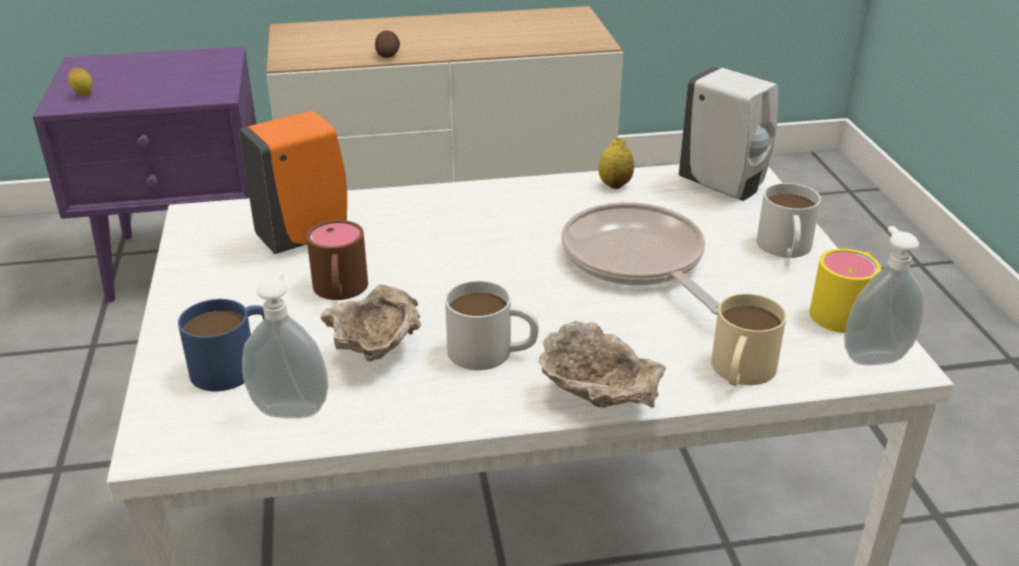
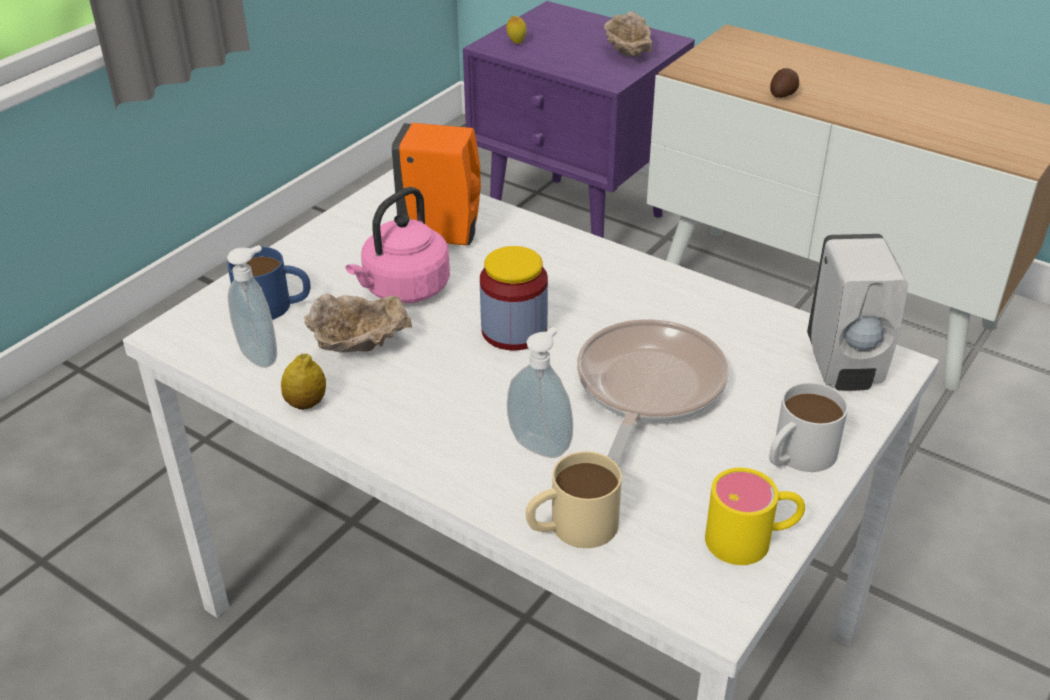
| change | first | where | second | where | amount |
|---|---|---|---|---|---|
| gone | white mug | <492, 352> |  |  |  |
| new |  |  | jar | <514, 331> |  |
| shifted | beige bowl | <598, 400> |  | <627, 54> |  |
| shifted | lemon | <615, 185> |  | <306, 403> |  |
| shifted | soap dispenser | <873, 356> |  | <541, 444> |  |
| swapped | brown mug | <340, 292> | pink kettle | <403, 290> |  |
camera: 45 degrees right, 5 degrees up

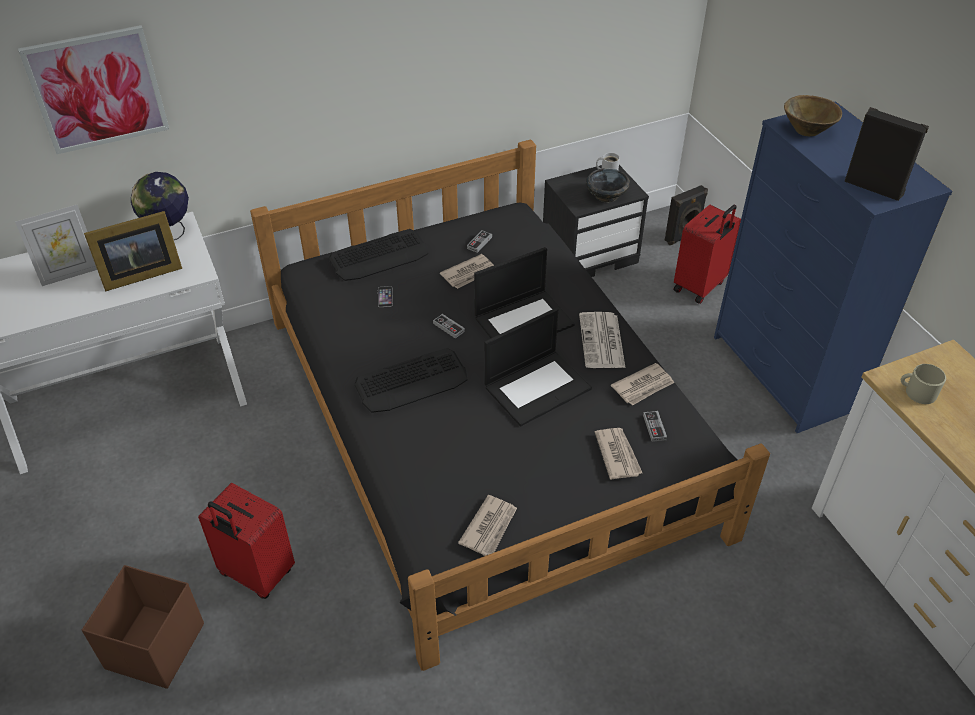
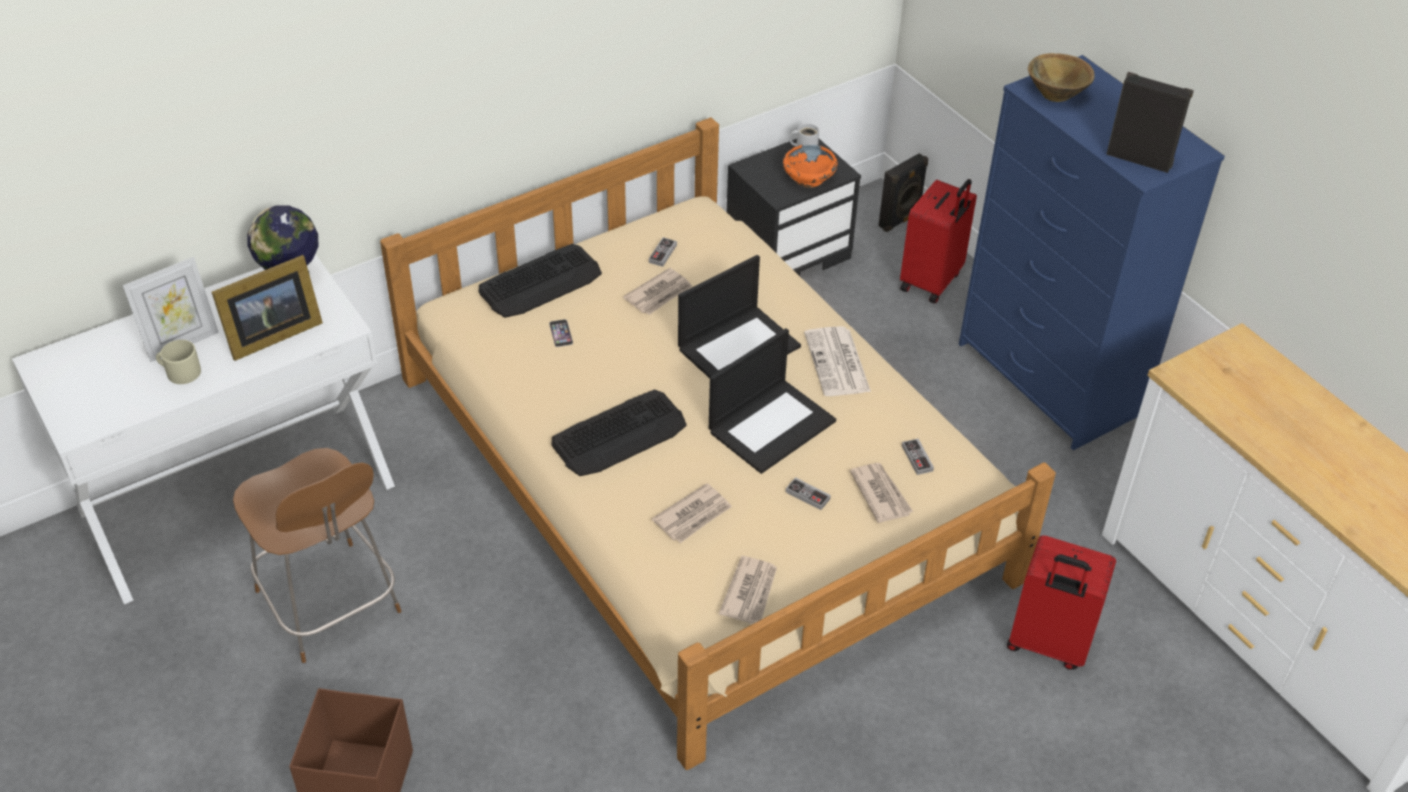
| change | first | where | second | where | amount |
|---|---|---|---|---|---|
| gone | picture | <97, 89> |  |  |  |
| new |  |  | brown chair | <330, 605> |  |
| shifted | red suitcase | <256, 574> |  | <1047, 644> |  |
| shifted | game controller | <448, 327> |  | <807, 495> |  |
| shifted | newspaper | <643, 386> |  | <693, 516> |  |
| shifted | beige mug | <916, 392> |  | <179, 372> |  |
| repainted | black bed | <486, 421> | beige bed | <701, 476> |  |
| repainted | black bowl | <606, 195> | orange bowl | <808, 179> |  |
camera: 10 degrees left, 0 degrees up

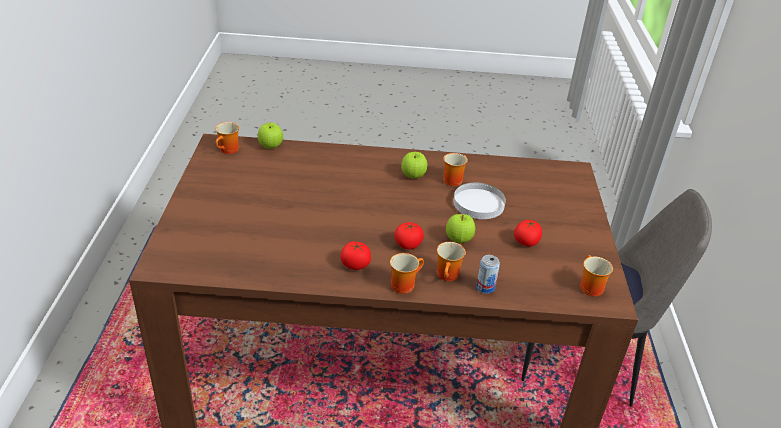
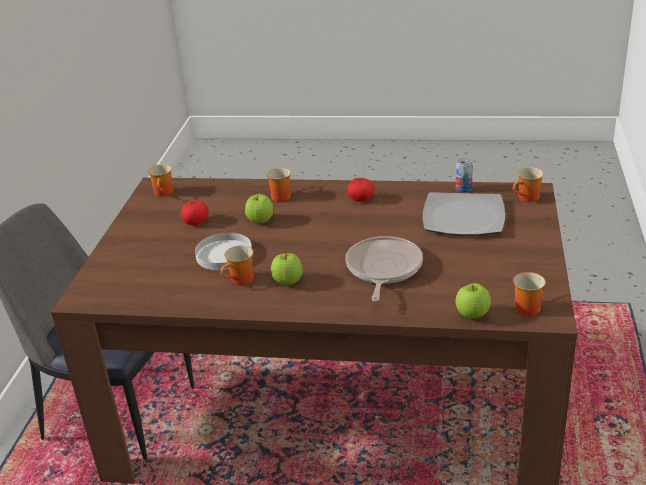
| change | first | where | second | where | amount |
|---|---|---|---|---|---|
| gone | tomato | <408, 244> |  |  |  |
| new |  |  | frying pan | <383, 269> |  |
| new |  |  | plate | <462, 218> |  |
| shifted | mug | <403, 283> |  | <527, 198> |  |
| shifted | can | <485, 287> |  | <463, 189> |  |
camera: 170 degrees left, 5 degrees down

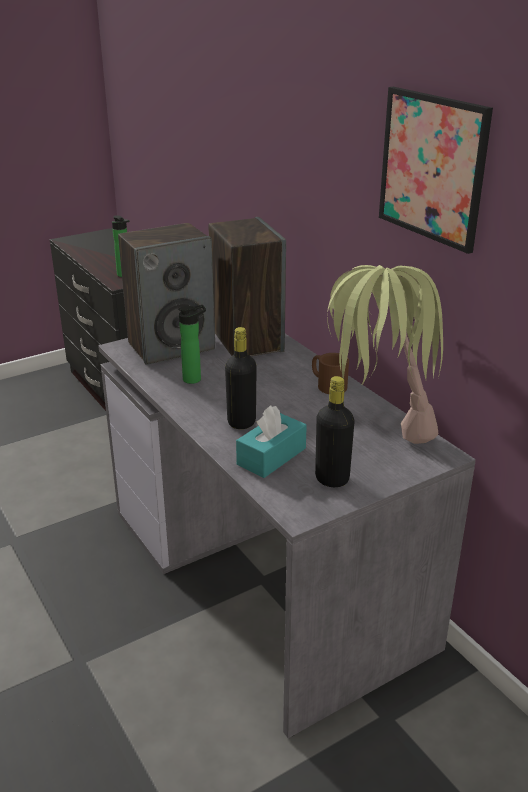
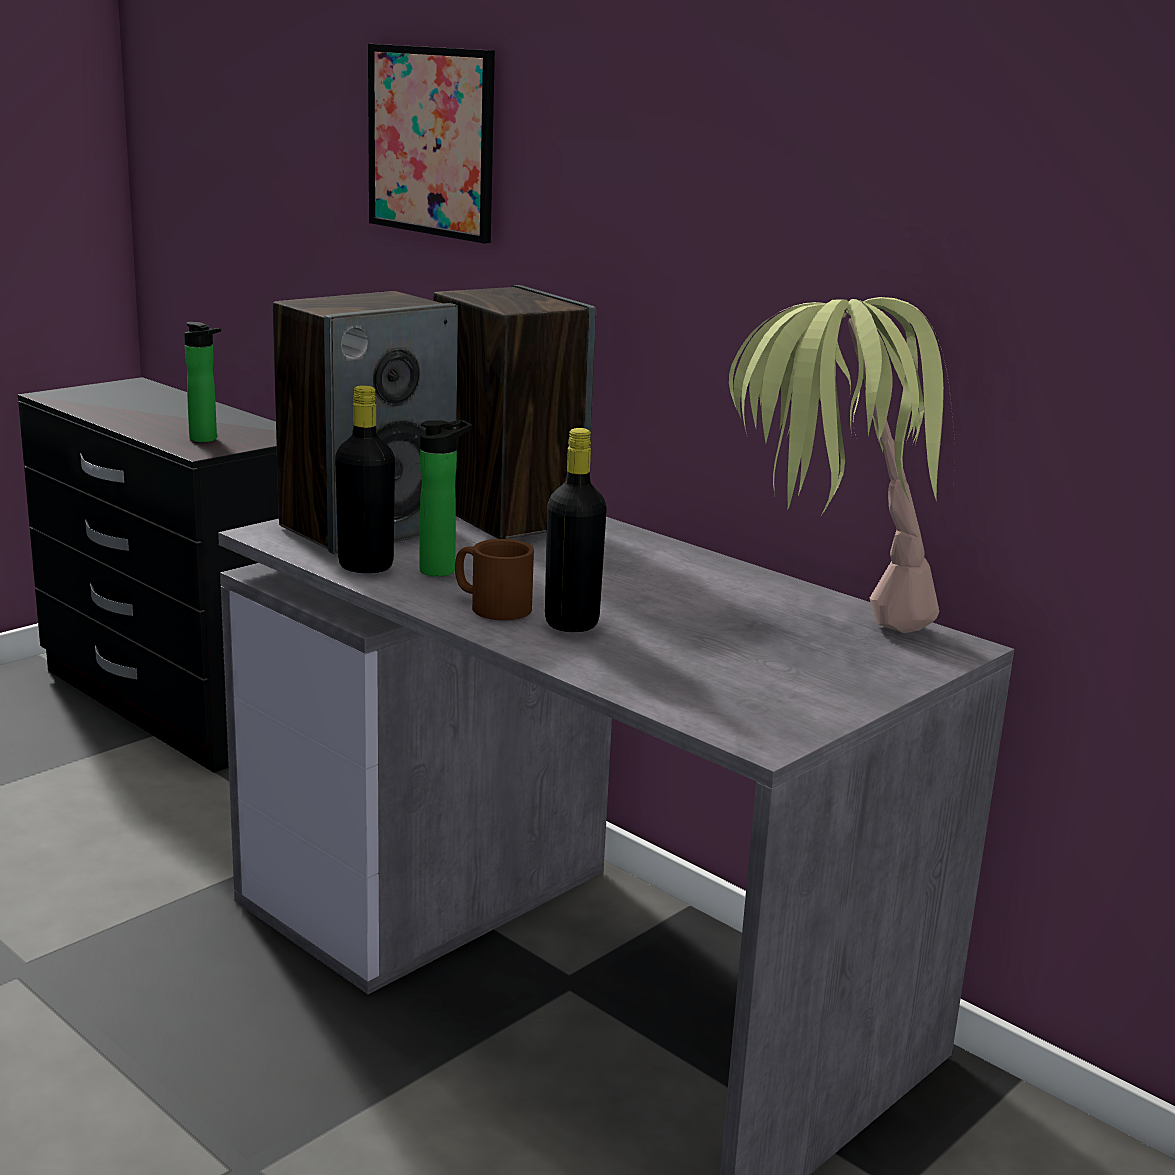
| change | first | where | second | where | amount |
|---|---|---|---|---|---|
| gone | turquoise tissue box | <271, 456> |  |  |  |
| shifted | brown mug | <327, 384> |  | <490, 606> |  |
| shifted | black bottle | <332, 479> |  | <365, 566> |  |
| shifted | picture | <432, 167> |  | <431, 141> |  |
camera: 15 degrees left, 10 degrees down

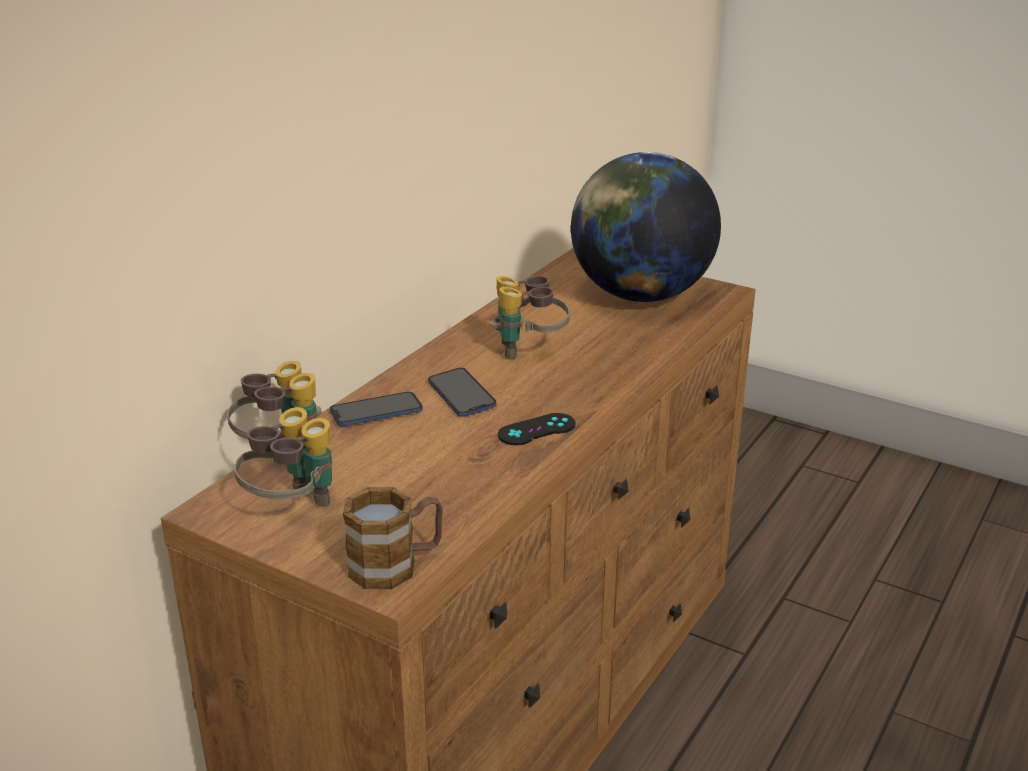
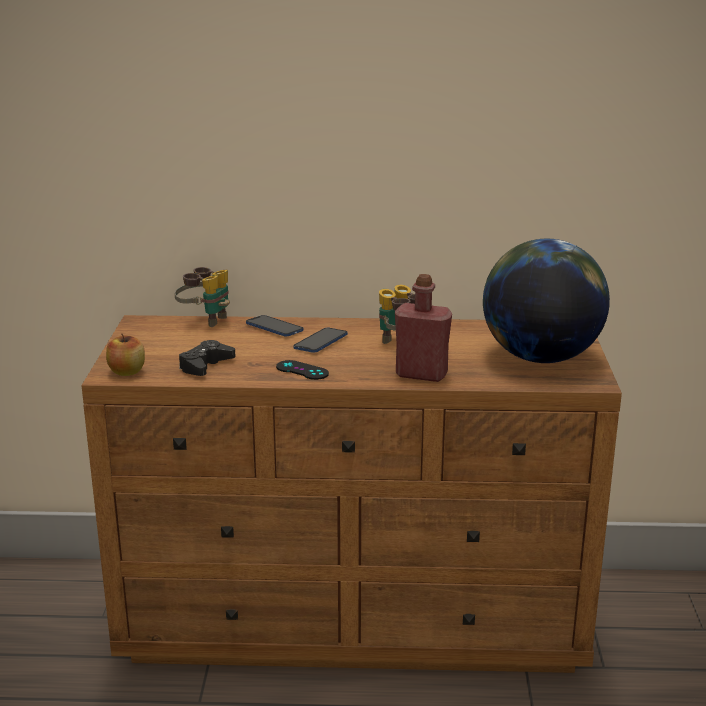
| change | first | where | second | where | amount |
|---|---|---|---|---|---|
| gone | binoculars | <292, 508> |  |  |  |
| new |  |  | black game controller | <205, 365> |  |
| new |  |  | red bottle | <421, 374> |  |
| swapped | mug | <396, 565> | apple | <127, 372> |  |
camera: 60 degrees right, 5 degrees down

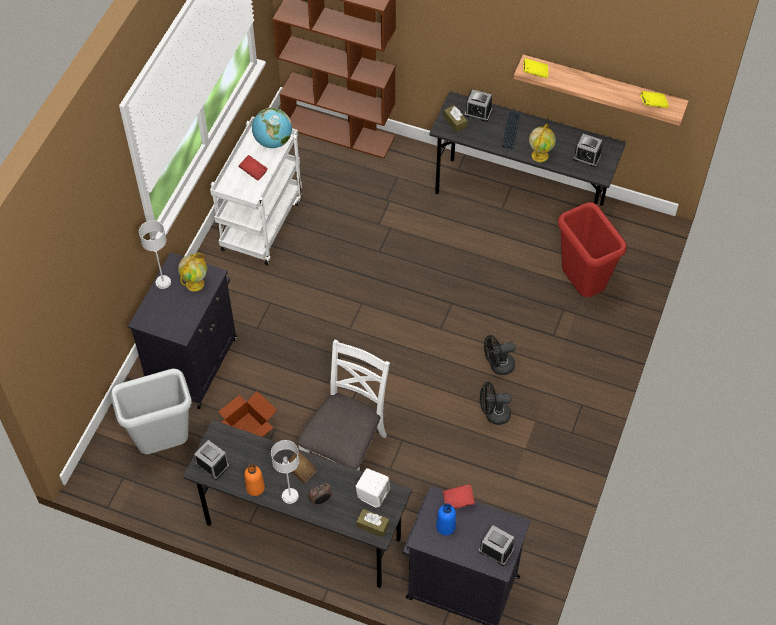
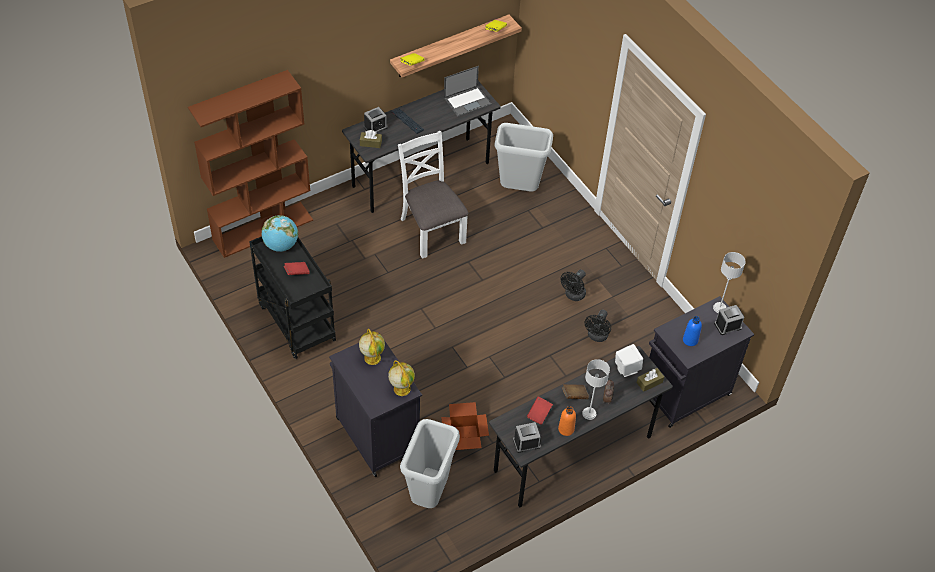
| change | first | where | second | where | amount |
|---|---|---|---|---|---|
| shifted | grey table lamp | <163, 282> |  | <719, 308> |  |
| shifted | white chair | <346, 451> |  | <431, 230> |  |
| shifted | red book | <458, 501> |  | <539, 414> |  |
| shifted | black fan | <498, 366> |  | <597, 337> |  |
| shifted | globe | <540, 155> |  | <401, 388> |  |
| swapped | alarm clock | <587, 157> | laptop | <468, 101> |  |
| repainted | white cart | <261, 223> | black cart | <295, 321> |  |
| repainted | red trash can | <582, 286> | grey trash can | <519, 189> |  |
camera: 55 degrees left, 5 degrees down

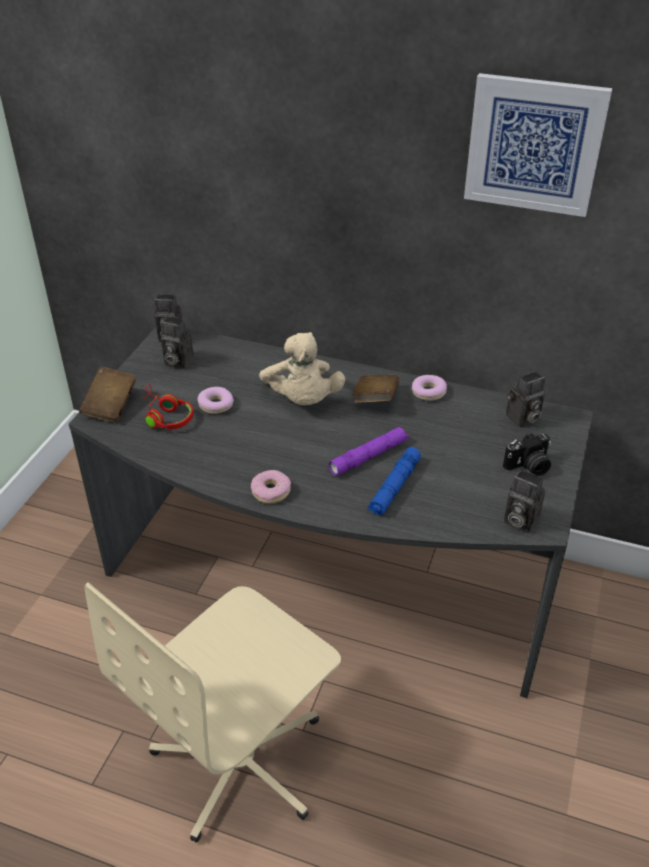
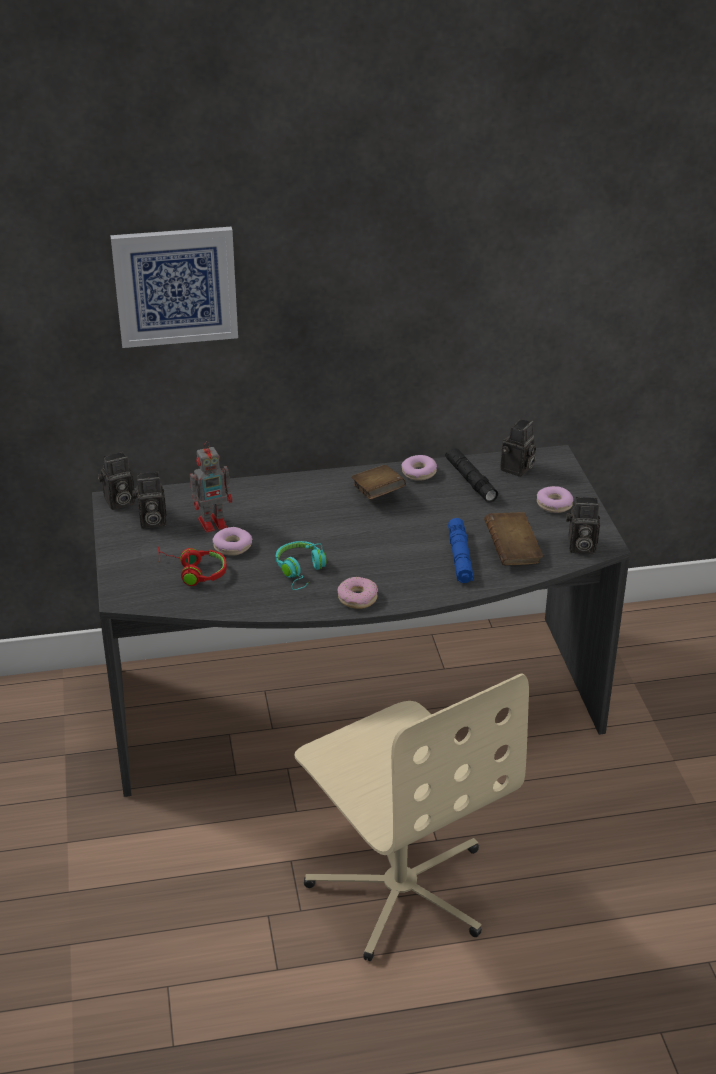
| change | first | where | second | where | amount |
|---|---|---|---|---|---|
| gone | beige plush toy | <302, 400> |  |  |  |
| gone | purple flashlight | <369, 456> |  |  |  |
| new |  |  | toy robot | <214, 522> |  |
| new |  |  | turquoise headphones | <301, 571> |  |
| new |  |  | black flashlight | <471, 481> |  |
| shifted | brown book | <110, 406> |  | <512, 552> |  |
| shifted | picture | <534, 145> |  | <175, 286> |  |
| swapped | photo camera | <529, 467> | donut | <554, 504> |  |
| rotated | beige office chair | <241, 760> |  | <401, 888> | 45 degrees counterclockwise |
camera: 30 degrees left, 5 degrees down

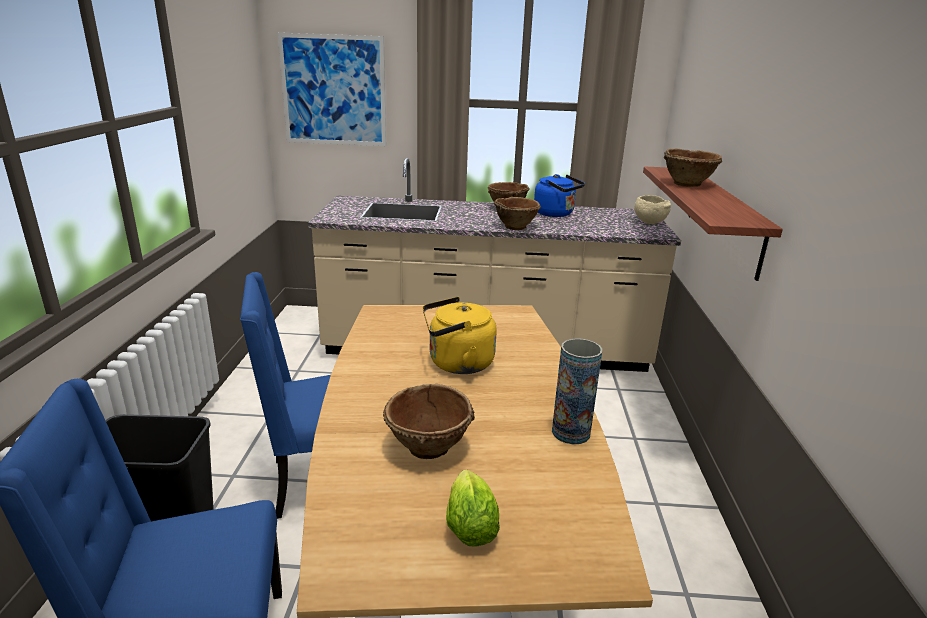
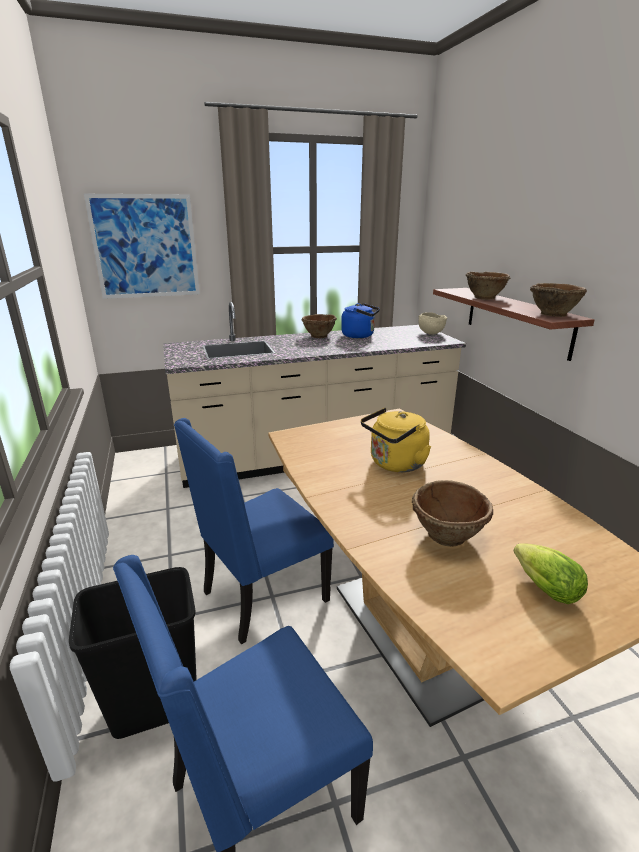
| change | first | where | second | where | amount |
|---|---|---|---|---|---|
| gone | vase | <571, 432> |  |  |  |
| shifted | brown bowl | <515, 227> |  | <552, 314> |  |
camera: 20 degrees left, 0 degrees up

